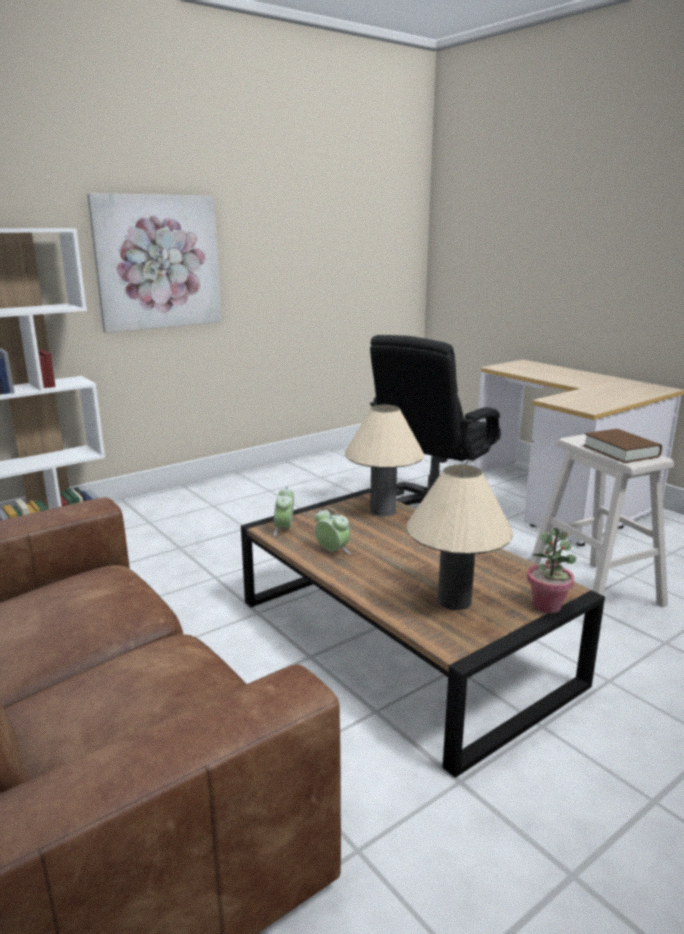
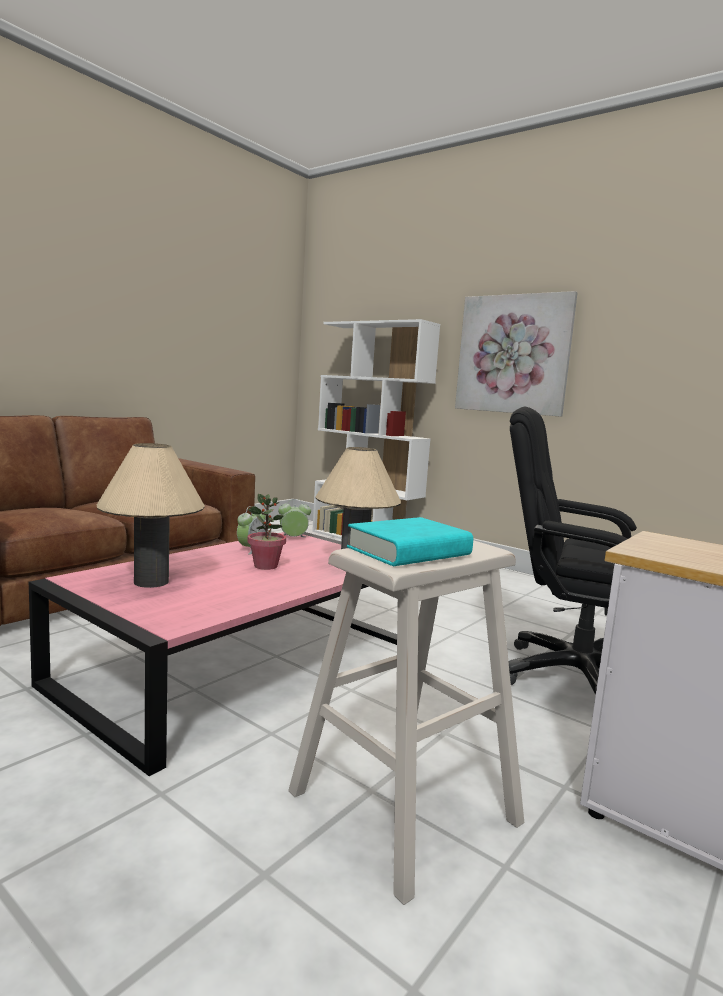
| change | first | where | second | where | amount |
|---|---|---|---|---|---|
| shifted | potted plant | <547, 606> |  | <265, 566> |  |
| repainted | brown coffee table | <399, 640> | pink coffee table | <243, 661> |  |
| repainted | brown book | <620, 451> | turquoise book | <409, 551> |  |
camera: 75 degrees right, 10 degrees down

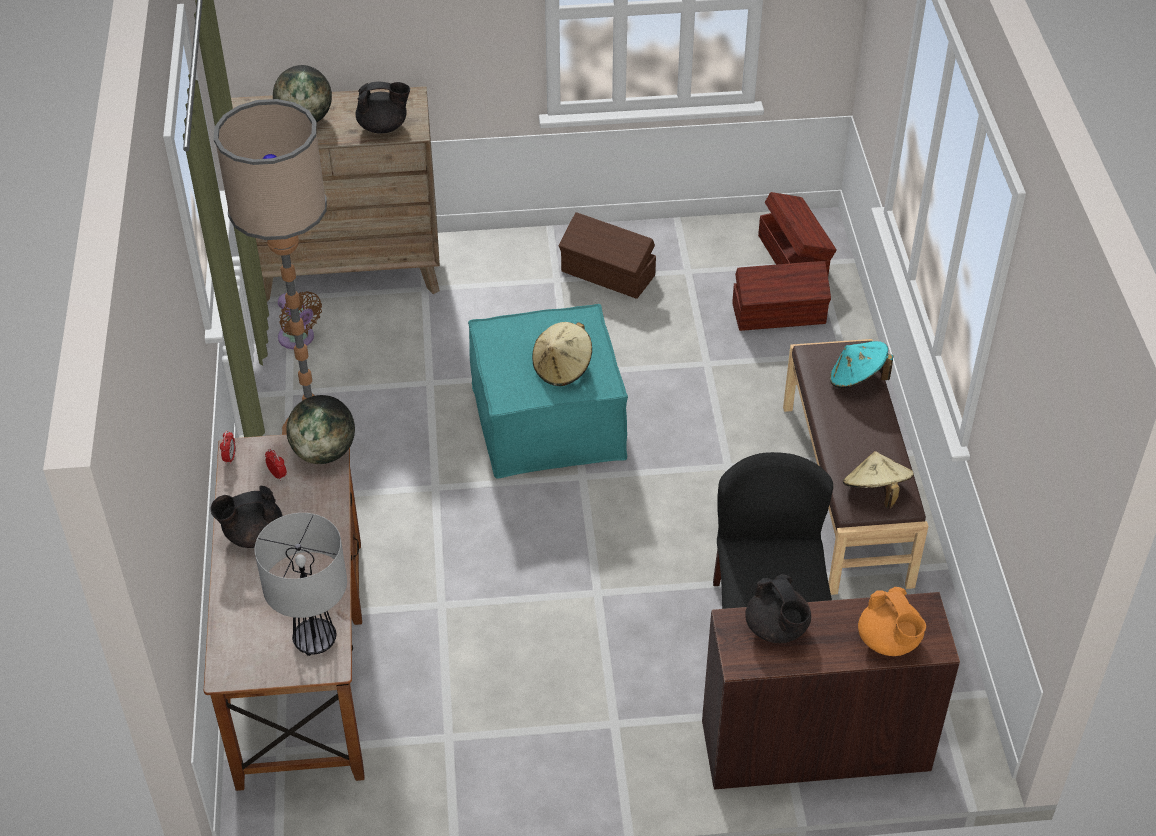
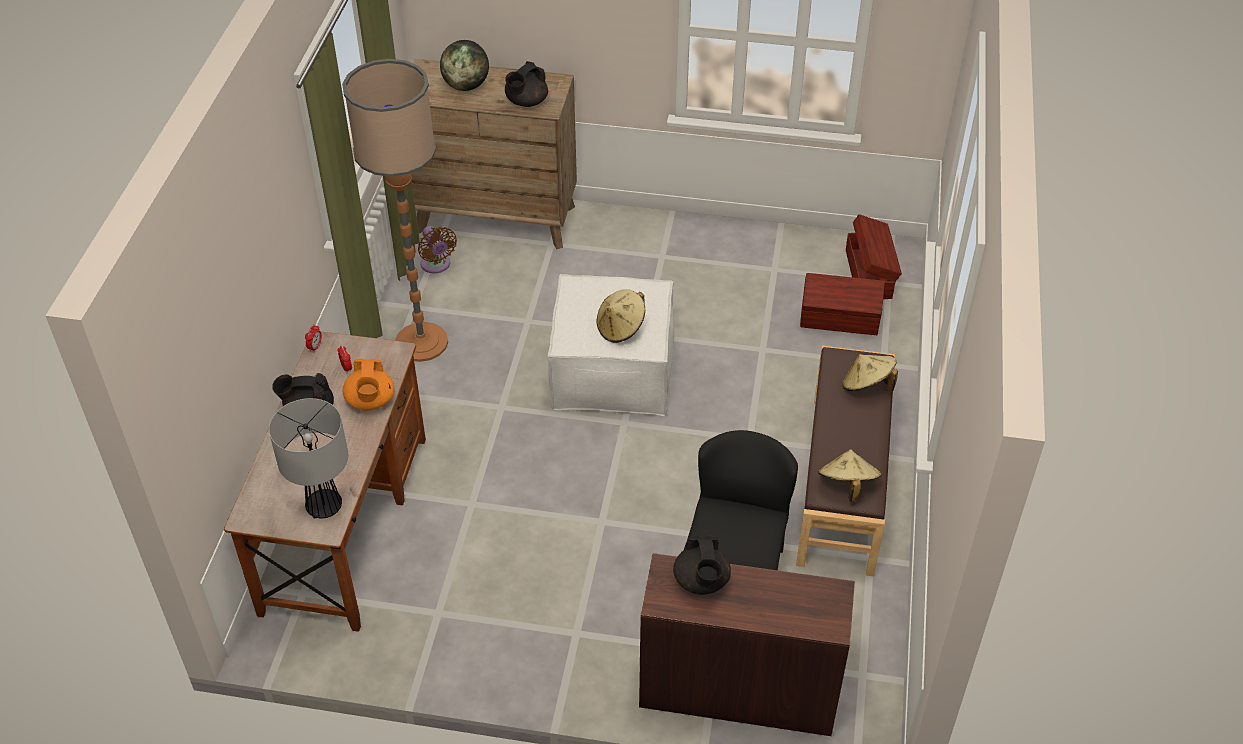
| change | first | where | second | where | amount |
|---|---|---|---|---|---|
| gone | globe | <324, 452> |  |  |  |
| gone | brown storage box | <608, 274> |  |  |  |
| shifted | orange teapot | <889, 641> |  | <370, 401> |  |
| repainted | turquoise ottoman | <548, 421> | white ottoman | <612, 371> |  |
| repainted | turquoise hat | <857, 379> | beige hat | <867, 386> |  |
| rotated | black teapot | <384, 127> |  | <526, 102> | 120 degrees clockwise |
camera: 15 degrees right, 0 degrees up

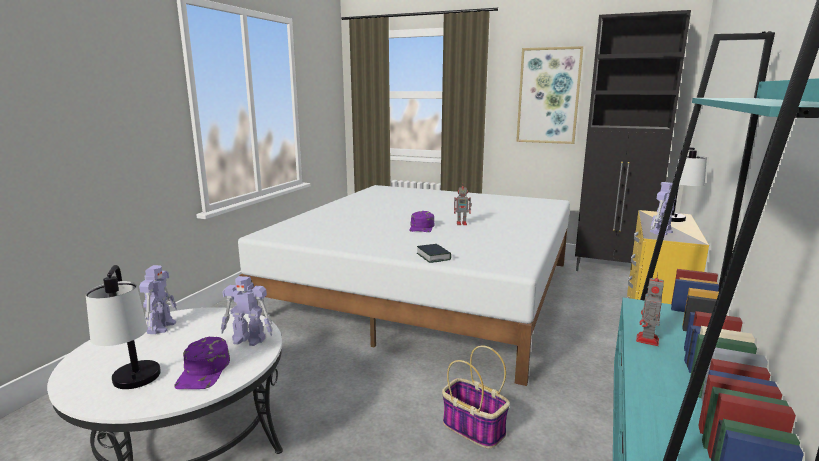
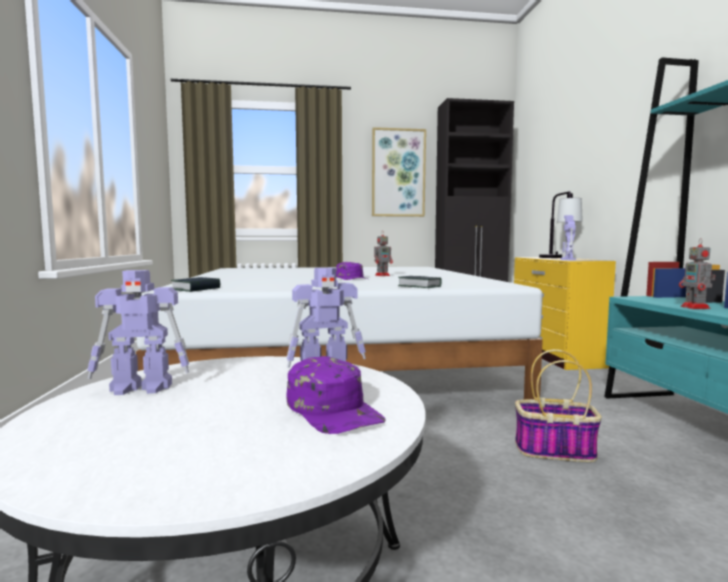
| change | first | where | second | where | amount |
|---|---|---|---|---|---|
| gone | table lamp | <135, 388> |  |  |  |
| new |  |  | book | <196, 289> |  |
| rotated | toy robot | <161, 326> |  | <143, 388> | 105 degrees clockwise |
camera: 30 degrees left, 10 degrees down

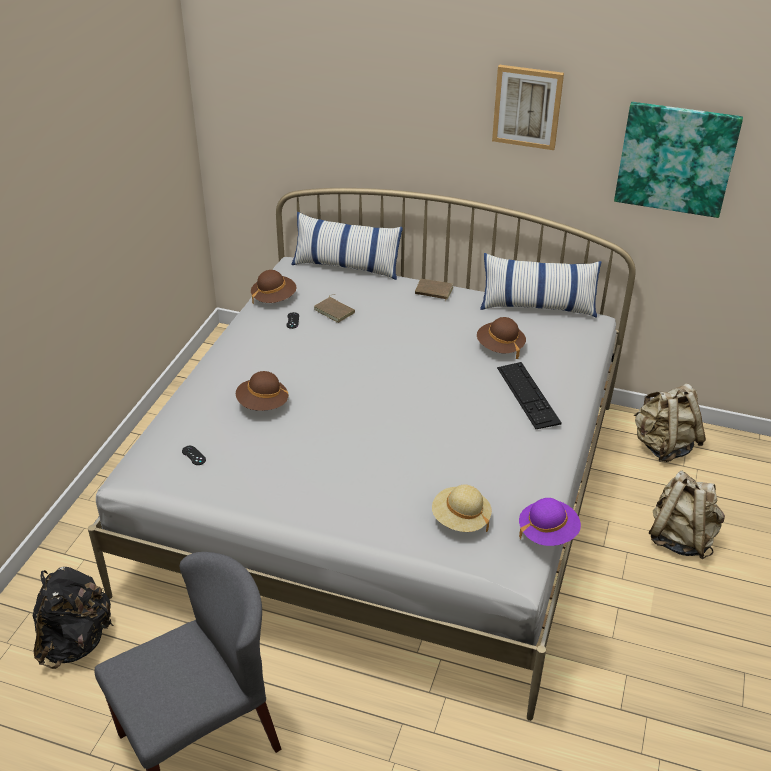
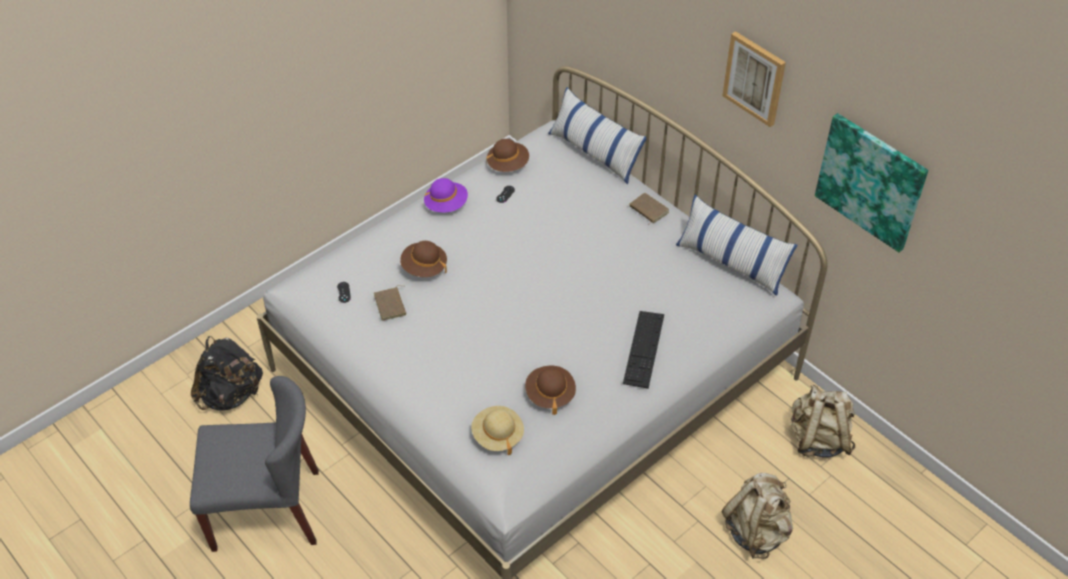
| change | first | where | second | where | amount |
|---|---|---|---|---|---|
| shifted | brown book | <335, 311> |  | <391, 305> |  |
| shifted | brown hat | <500, 347> |  | <550, 394> |  |
| shifted | purple hat | <547, 533> |  | <446, 205> |  |
camera: 30 degrees right, 10 degrees up

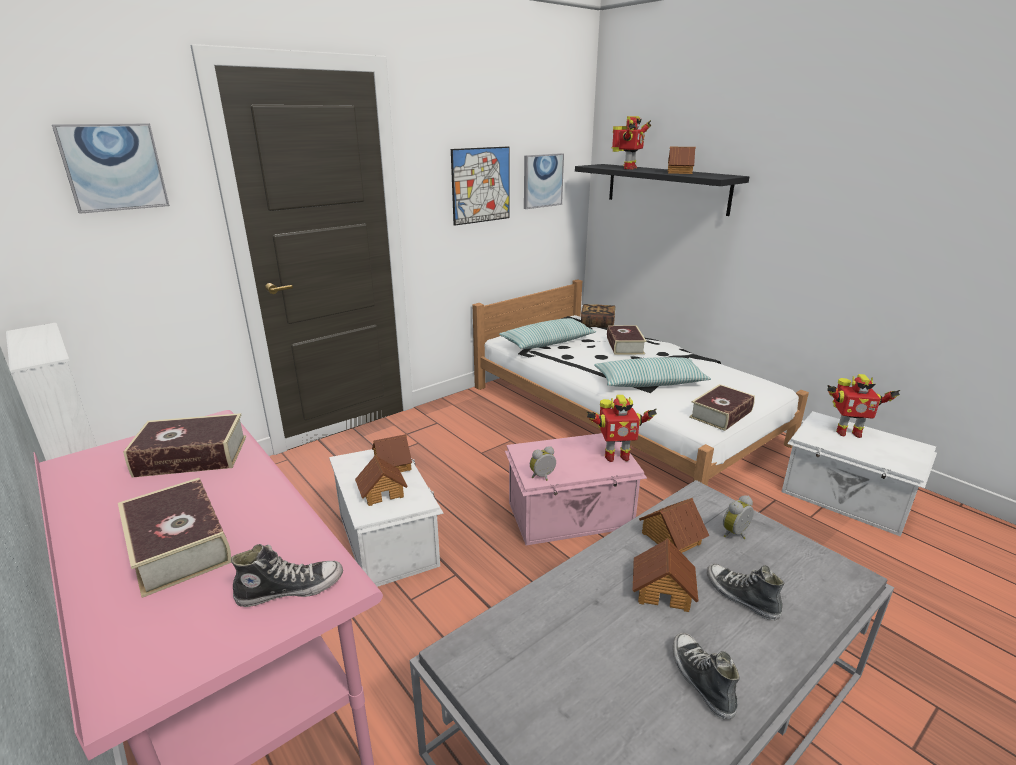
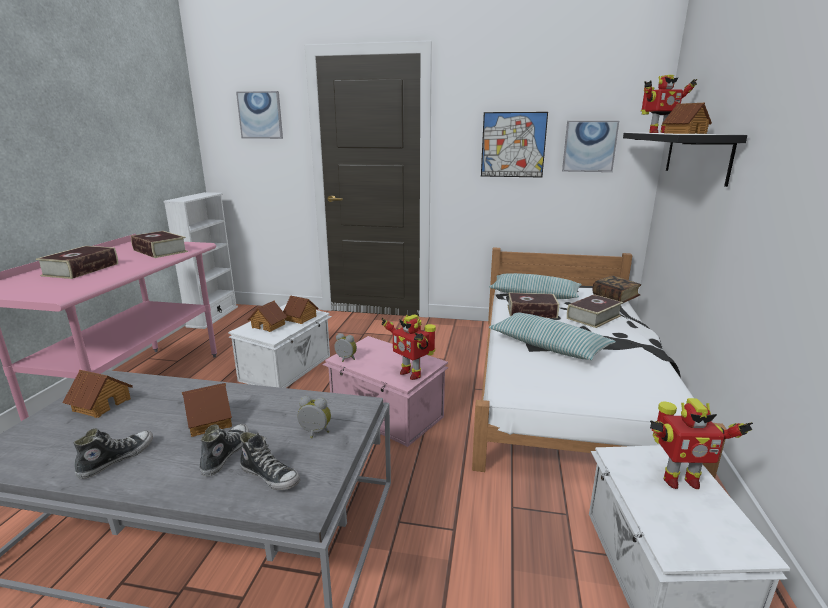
| change | first | where | second | where | amount |
|---|---|---|---|---|---|
| shifted | shoe | <291, 589> |  | <270, 476> |  |
| shifted | toy house | <670, 538> |  | <101, 404> |  |
| shifted | book | <721, 414> |  | <531, 311> |  |
| rotated | toy robot | <847, 432> |  | <678, 479> | 60 degrees counterclockwise |
camera: 50 degrees right, 5 degrees down

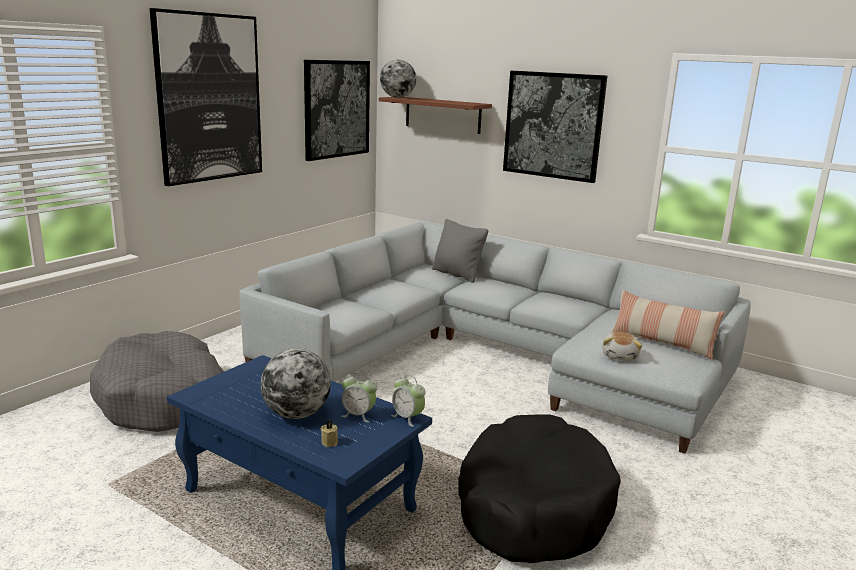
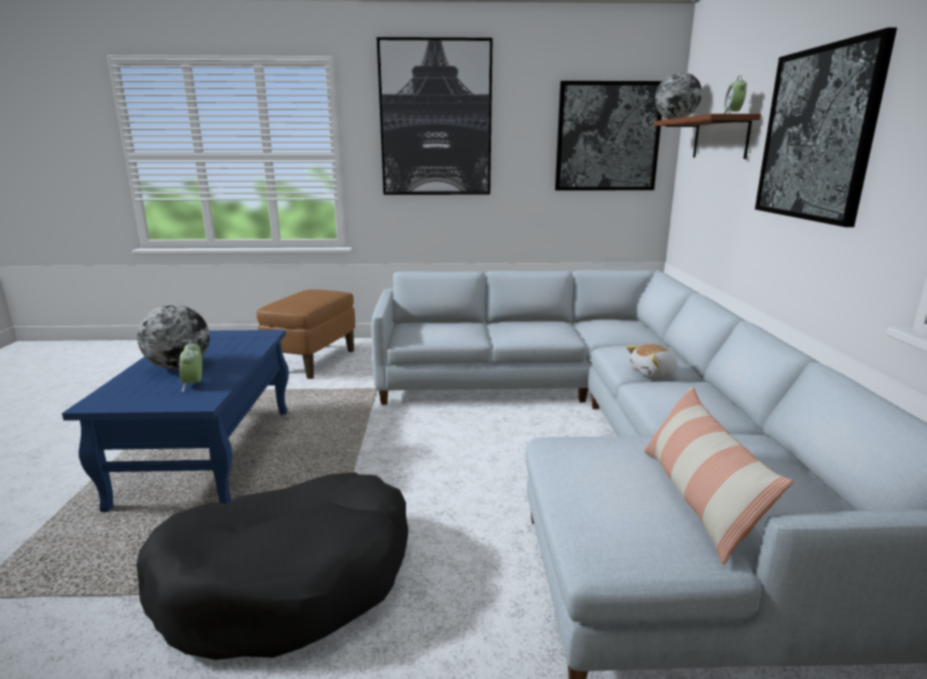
| change | first | where | second | where | amount |
|---|---|---|---|---|---|
| gone | beige candle | <330, 442> |  |  |  |
| gone | grey pillow | <457, 274> |  |  |  |
| shifted | alarm clock | <407, 418> |  | <732, 114> |  |
| shifted | plush toy | <620, 356> |  | <653, 373> |  |
| swapped | grey dog bed | <164, 399> | brown ottoman | <313, 361> |  |
camera: 55 degrees right, 0 degrees up

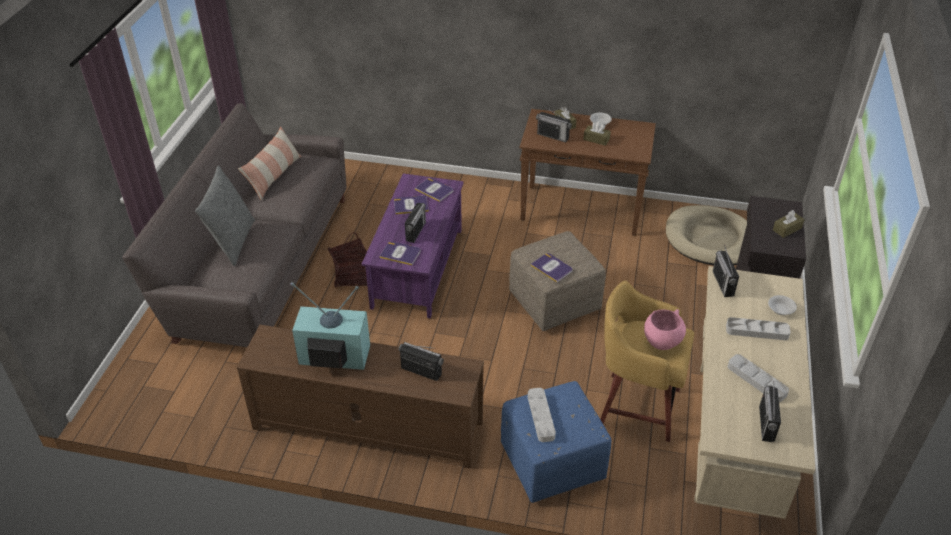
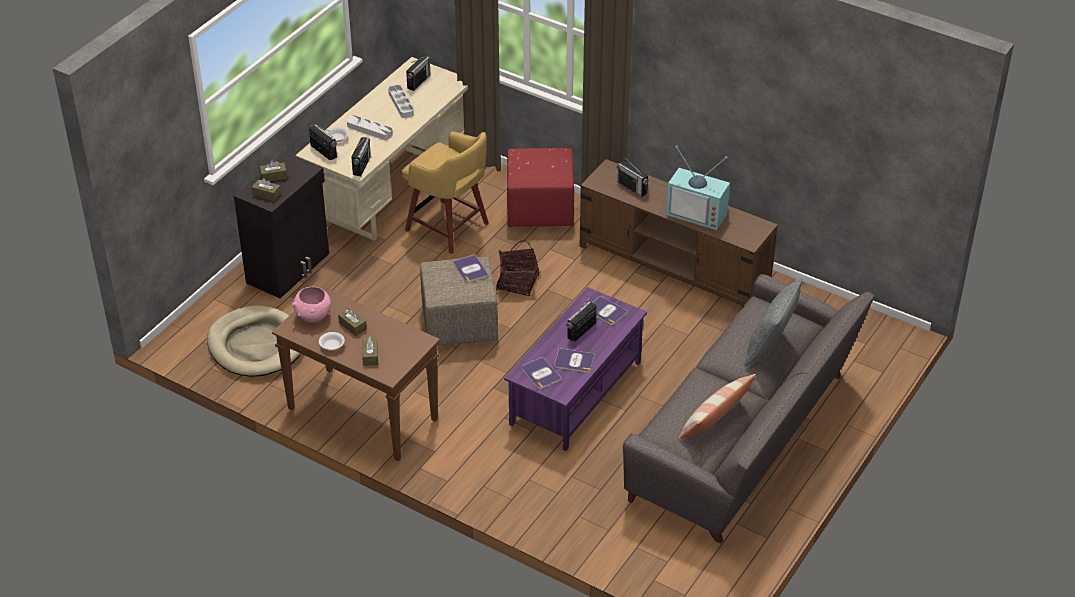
| change | first | where | second | where | amount |
|---|---|---|---|---|---|
| gone | grey tray | <541, 417> |  |  |  |
| new |  |  | brown tissue box | <266, 194> |  |
| shifted | basket | <352, 276> |  | <518, 283> |  |
| shifted | radio | <553, 136> |  | <323, 151> |  |
| shifted | pink bowl | <661, 342> |  | <313, 317> |  |
| repainted | blue ottoman | <551, 463> | red ottoman | <541, 209> |  |
camera: 160 degrees left, 0 degrees up

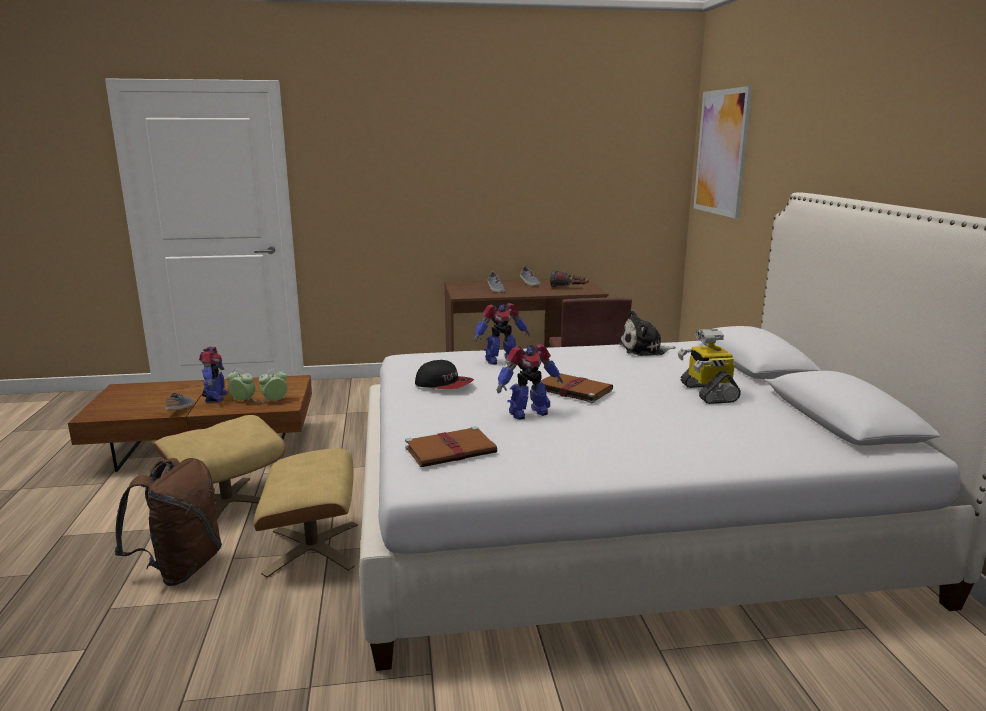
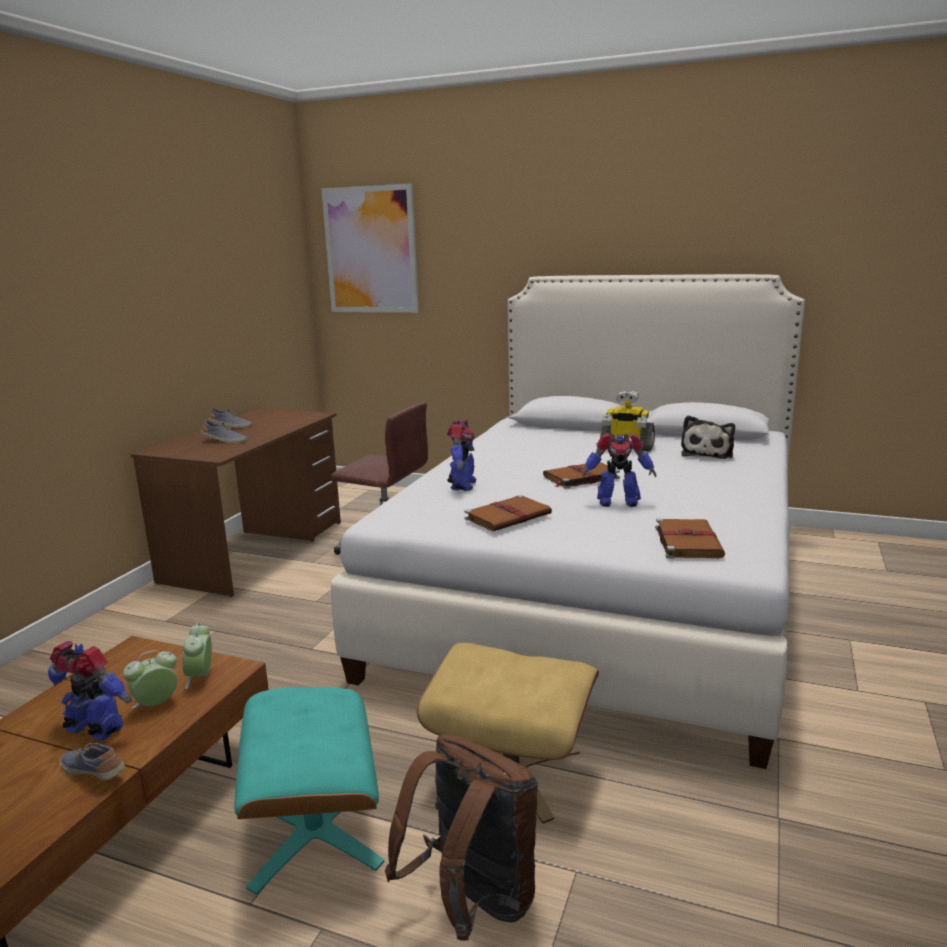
| change | first | where | second | where | amount |
|---|---|---|---|---|---|
| gone | flashlight | <569, 288> |  |  |  |
| shifted | plush toy | <644, 350> |  | <707, 453> |  |
| swapped | cap | <444, 384> | brown book | <509, 516> |  |
| repainted | beige ottoman | <227, 502> | turquoise ottoman | <313, 833> |  |
| rotated | toy robot | <527, 413> |  | <617, 502> | 90 degrees clockwise |
camera: 60 degrees left, 0 degrees up

